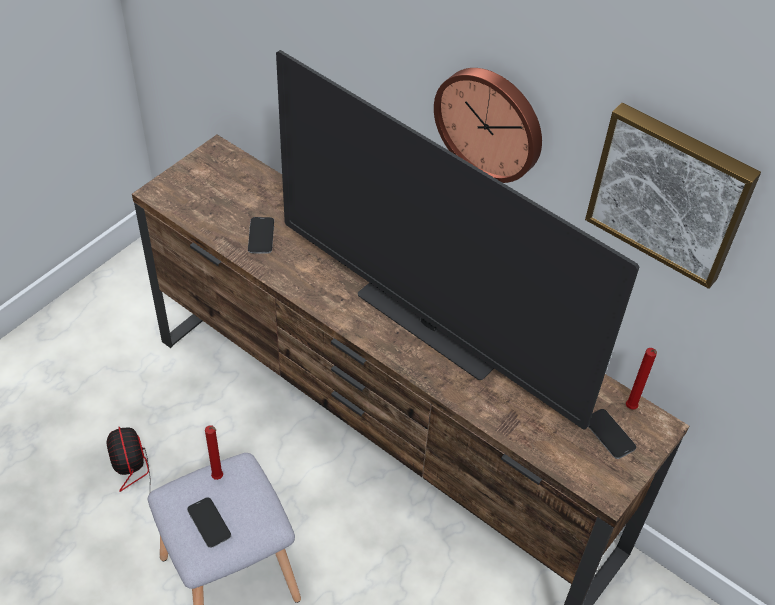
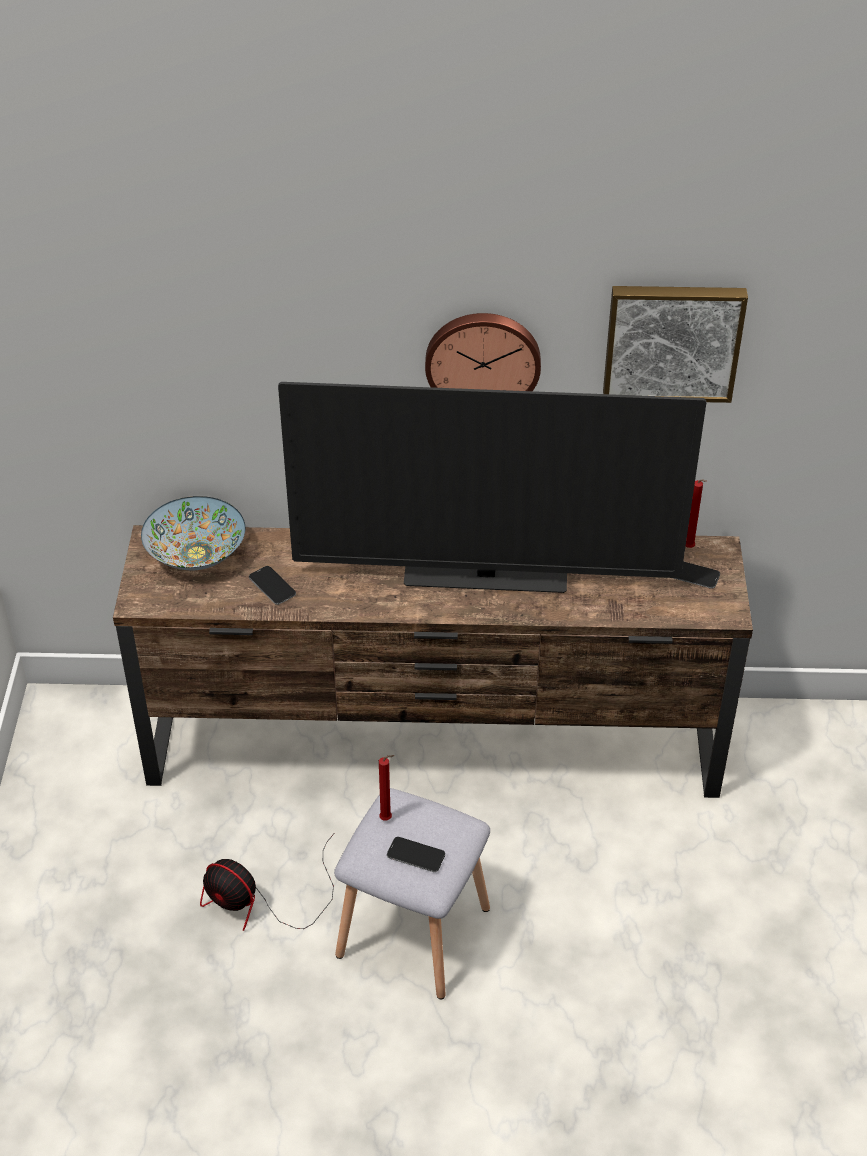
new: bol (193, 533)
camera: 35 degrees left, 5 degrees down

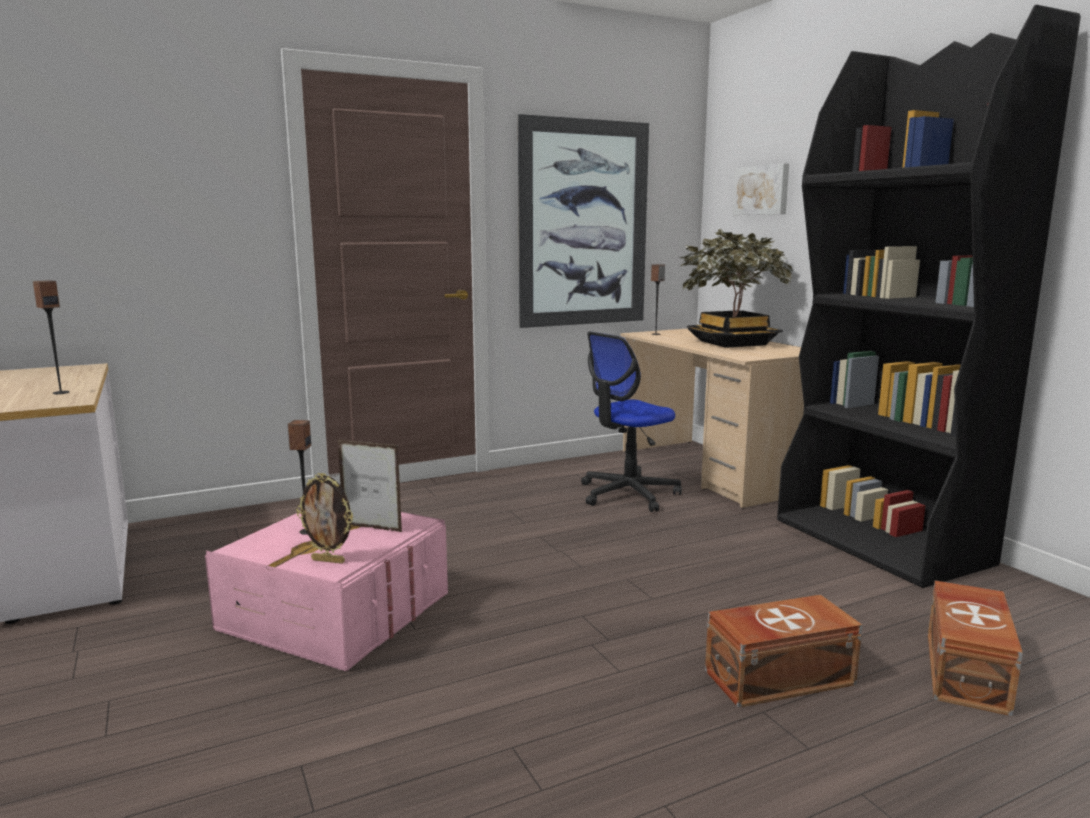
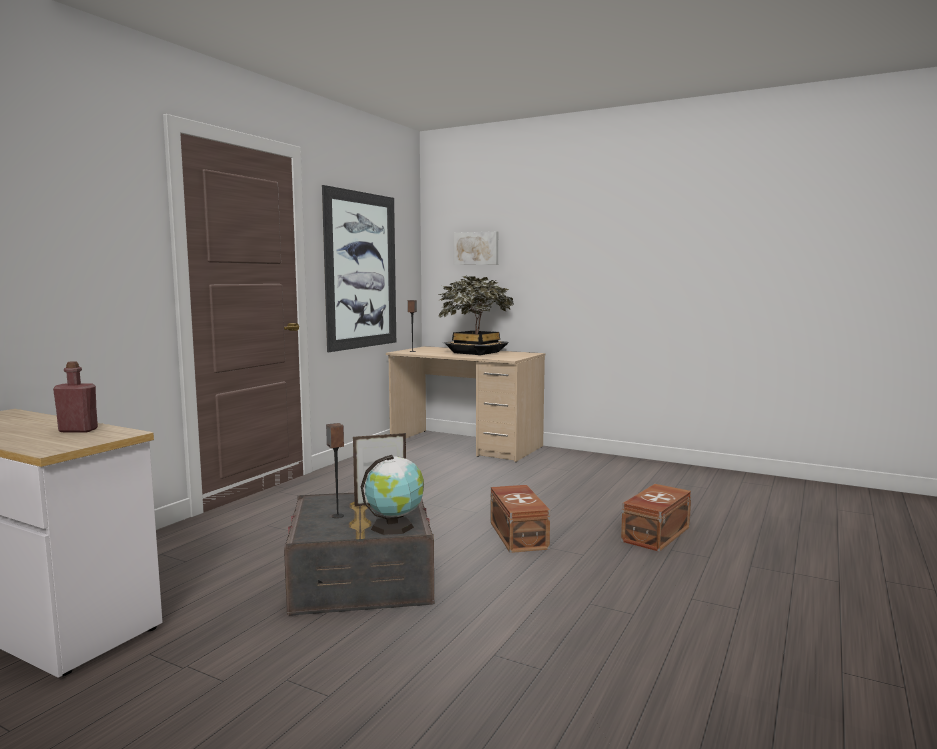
gone: bibliothèque [noir] (929, 296); chaise de bureau (631, 421)
shifted: boîte de rangement [marron] (975, 648) to (520, 519)
swapped: enceinte (51, 337) to bouteille [rouge] (75, 397); cadre photo (324, 518) to globe (392, 495)
repainted: boîte de rangement [rose] (326, 591) to boîte de rangement [gris] (359, 554)
camera: 35 degrees left, 5 degrees down

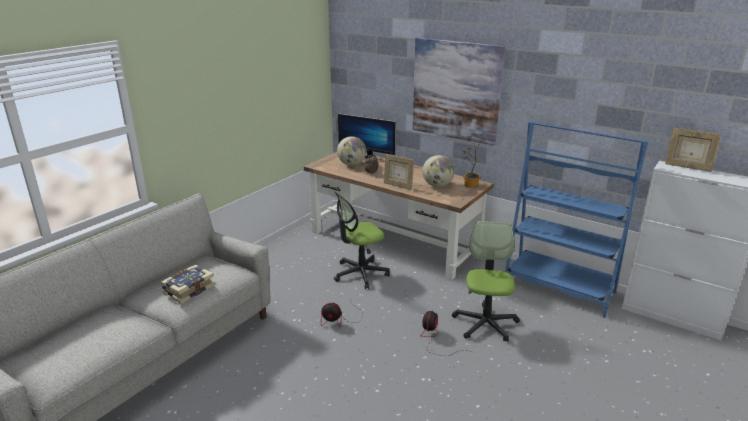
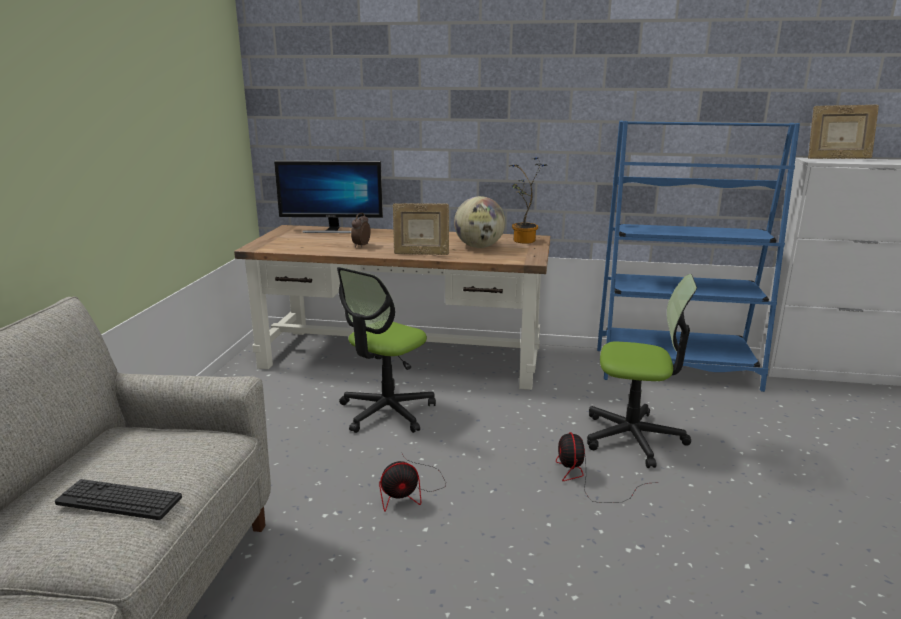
gone: tableau (459, 92); globe (351, 151)
swapped: livre (188, 284) to clavier (118, 499)
rotated: chaise de bureau (486, 281) = (642, 371) 120 degrees clockwise
camera: 25 degrees left, 5 degrees down

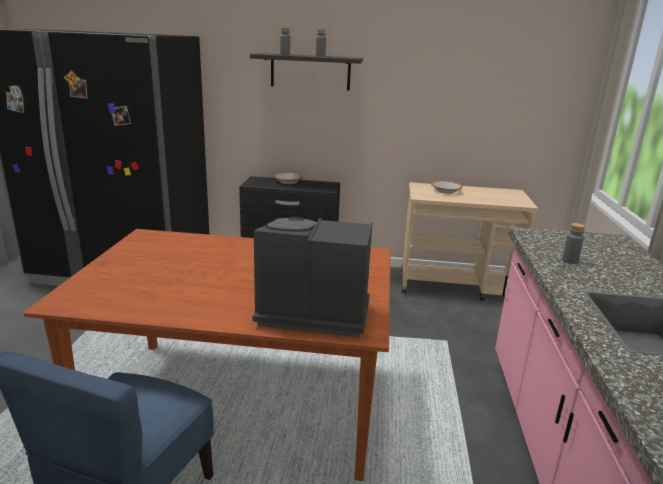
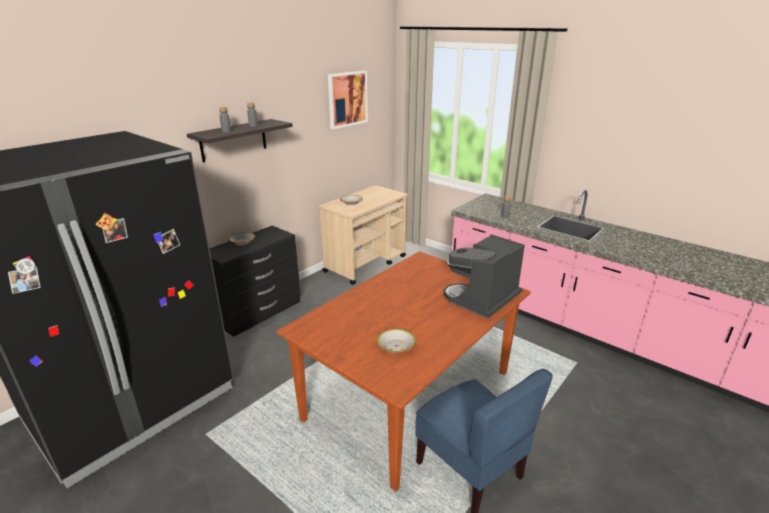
new: tableau (348, 99); bol (396, 341)
camera: 55 degrees left, 5 degrees up

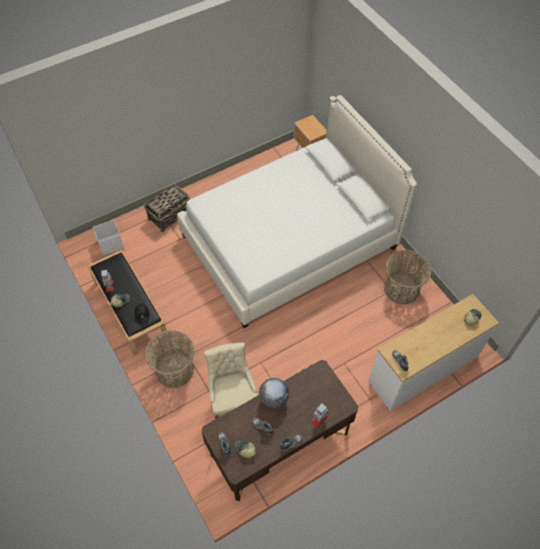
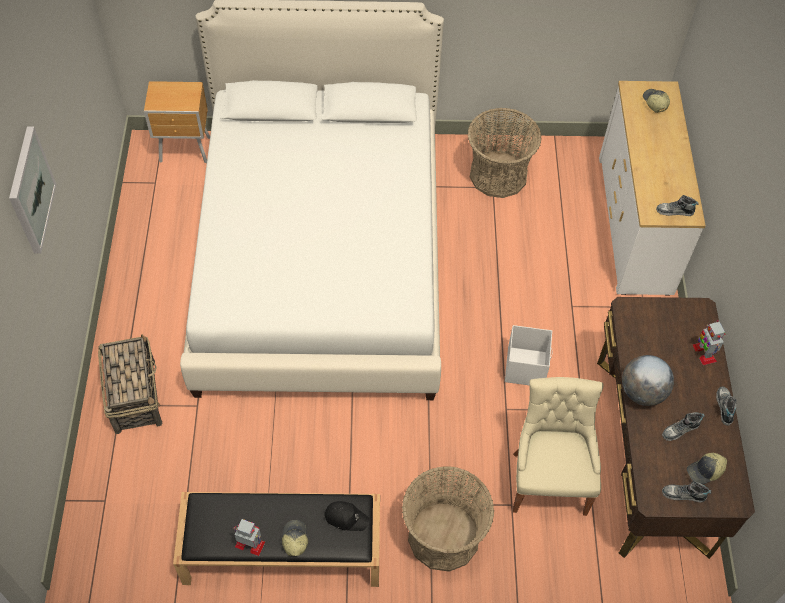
new: tableau (32, 190)
shifted: boîte de rangement [blanc] (108, 237) to (529, 355)
rotated: chaise [beige] (230, 380) = (558, 446) 75 degrees clockwise
camera: 60 degrees left, 0 degrees up

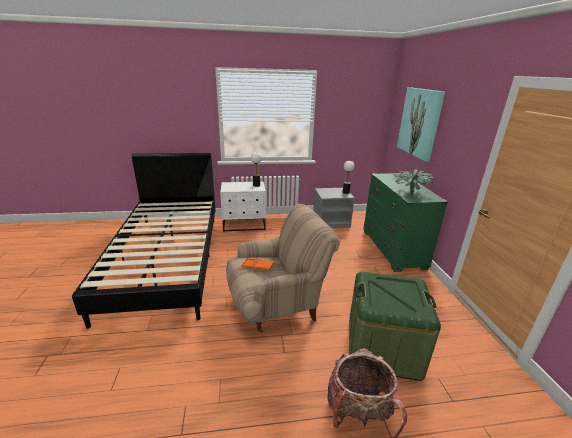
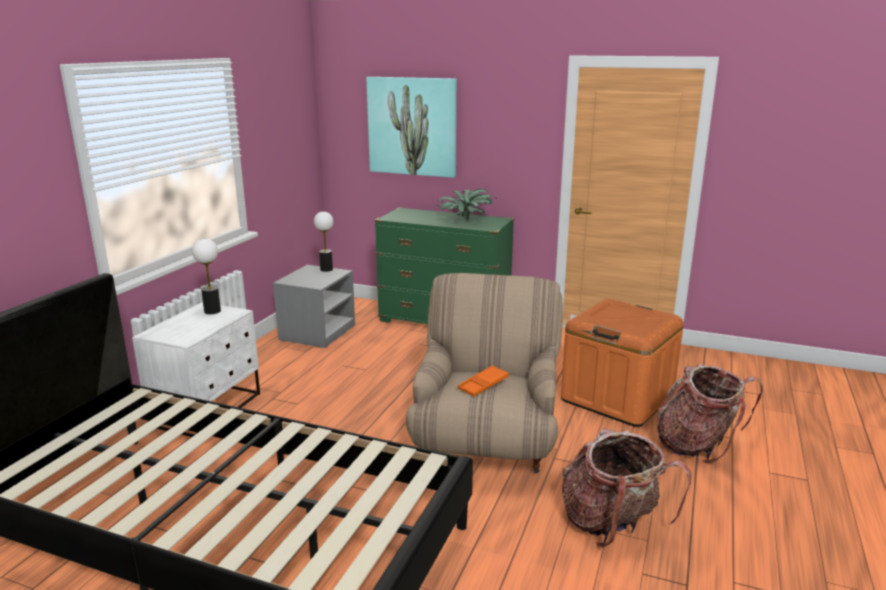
new: sac à dos (626, 488)
repainted: boîte de rangement [vert] (395, 326) to boîte de rangement [orange] (622, 363)
camera: 60 degrees left, 5 degrees down

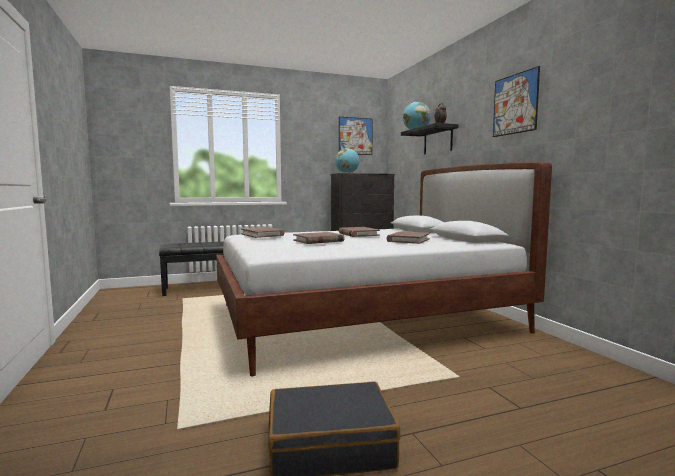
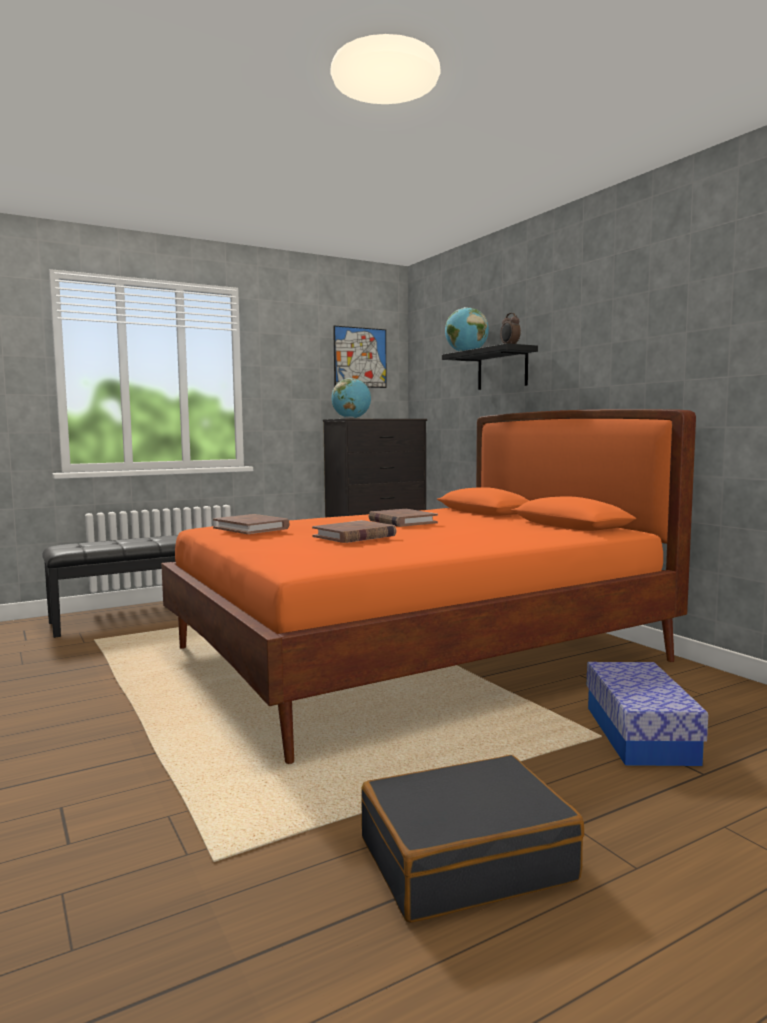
gone: tableau (516, 101); livre [marron] (408, 238)
new: boîte de rangement (647, 714)
repainted: lit [blanc] (384, 269) to lit [orange] (428, 586)
camera: 10 degrees left, 0 degrees up

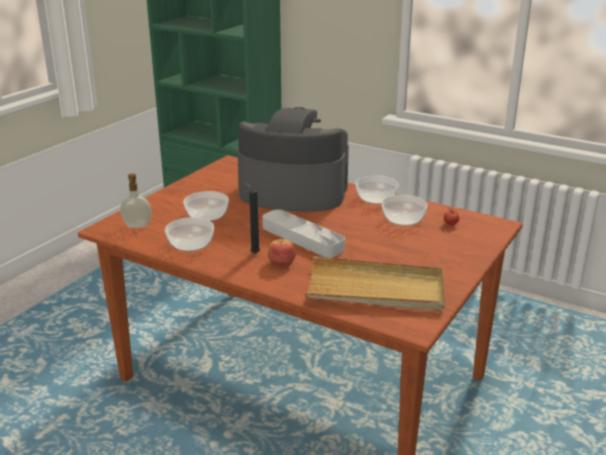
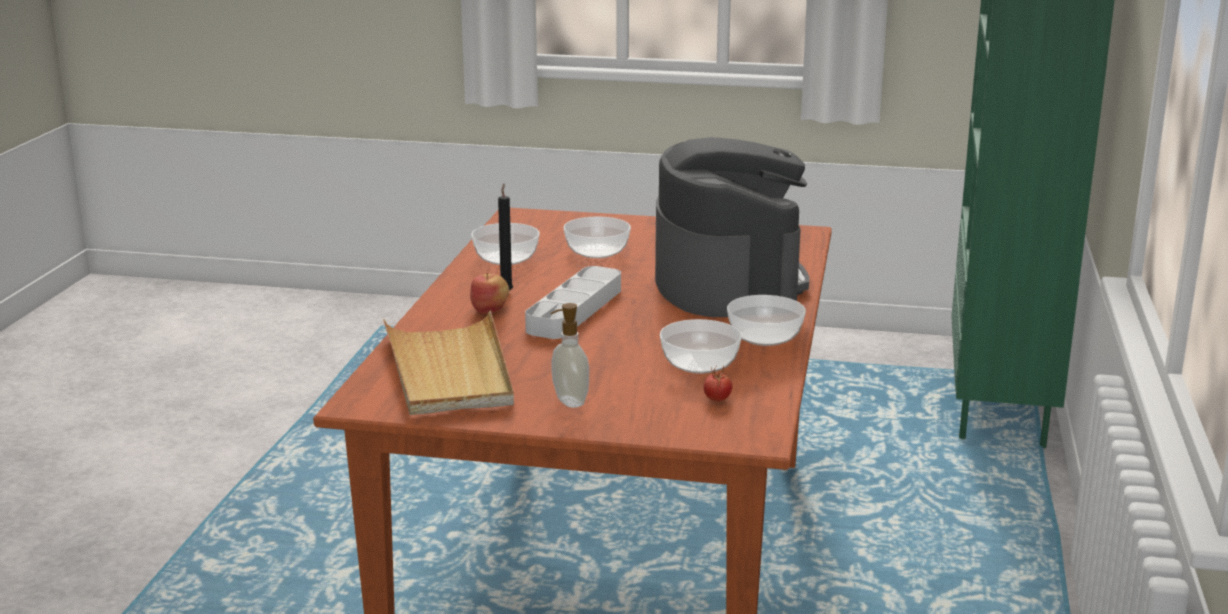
shifted: distributeur de savon (136, 201) to (570, 355)
camera: 70 degrees right, 5 degrees down

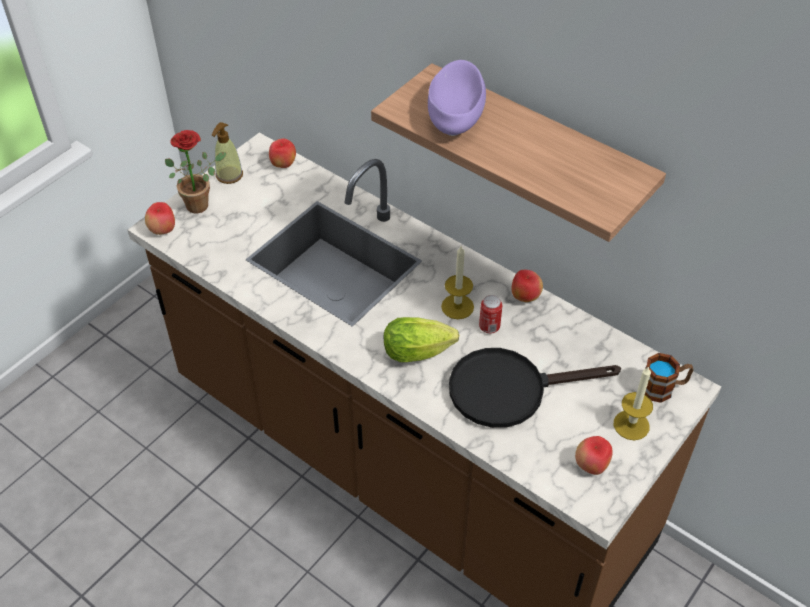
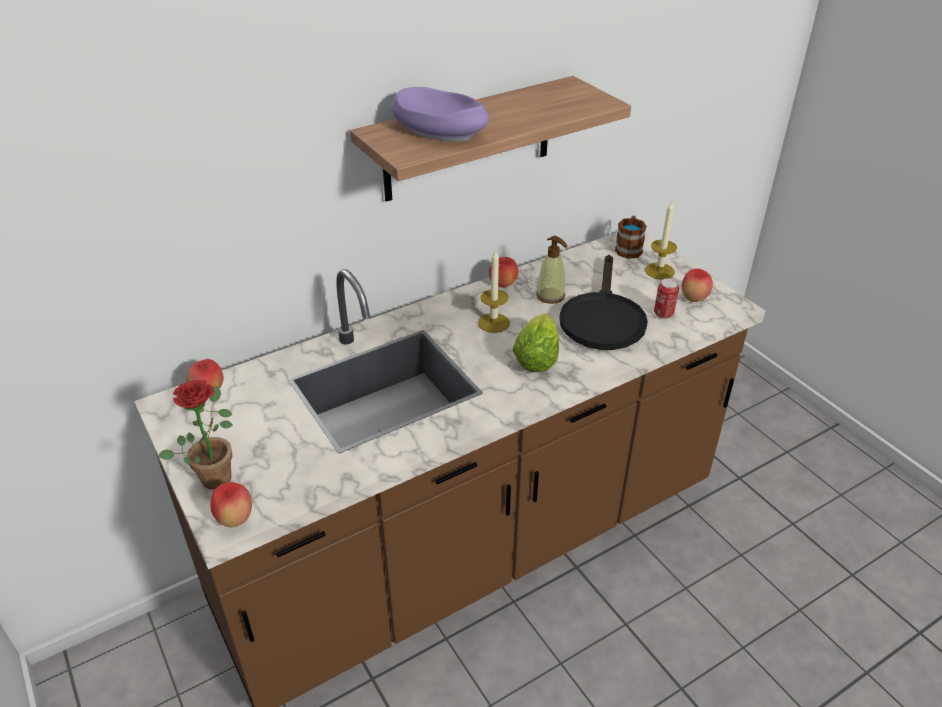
shifted: distributeur de savon (227, 153) to (552, 270); boîte métallique (490, 314) to (666, 298)
camera: 70 degrees left, 10 degrees down

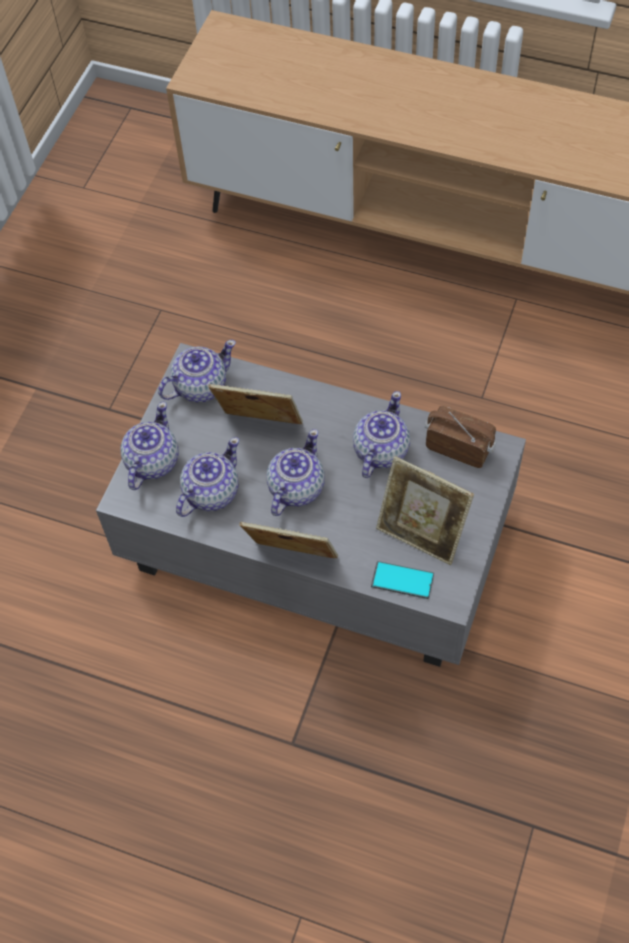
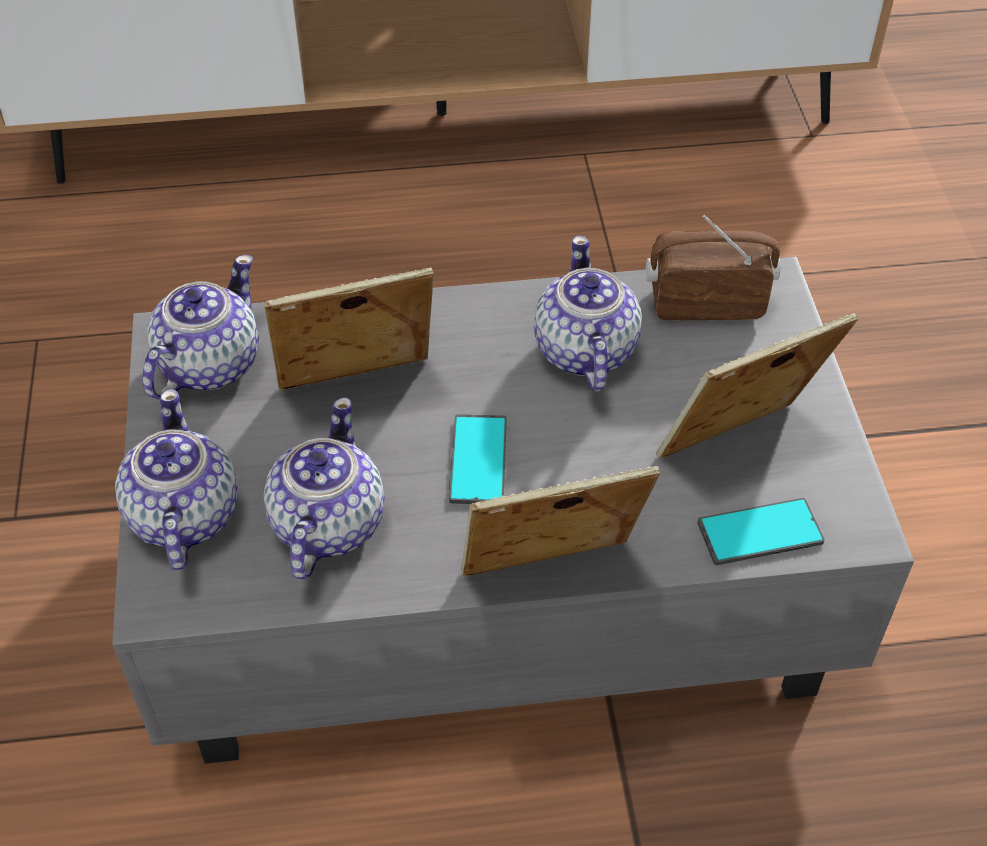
swapped: théière (295, 472) to téléphone (478, 459)
rotated: cadre photo (425, 510) = (757, 386) 150 degrees clockwise
camera: 30 degrees left, 10 degrees down

